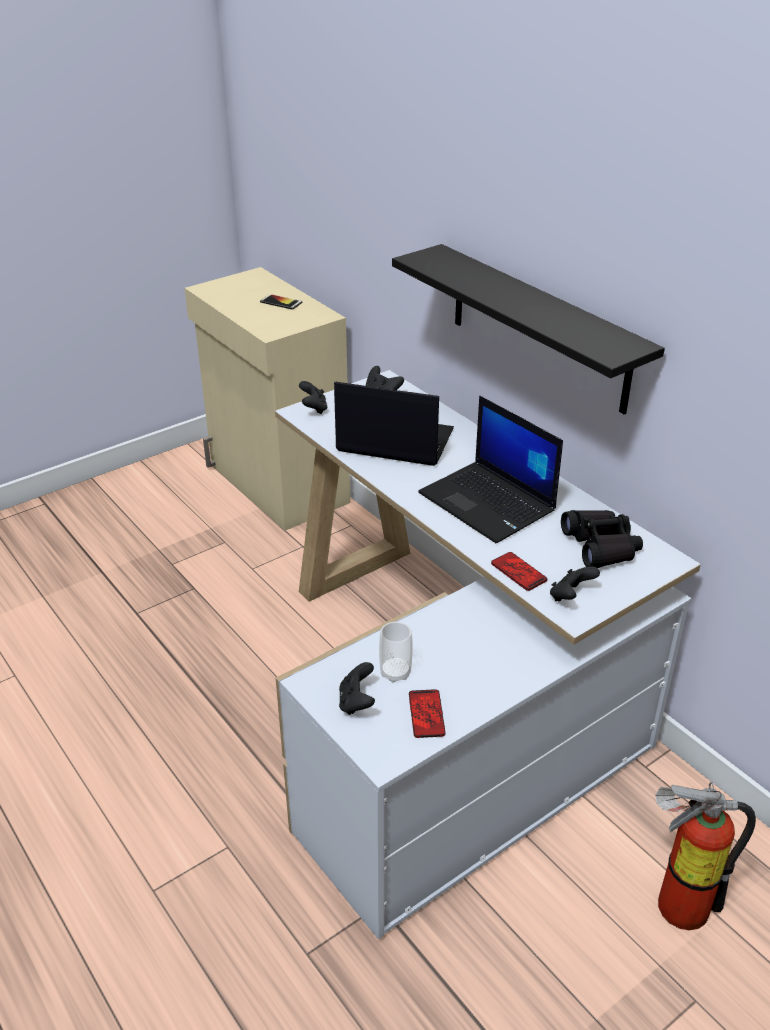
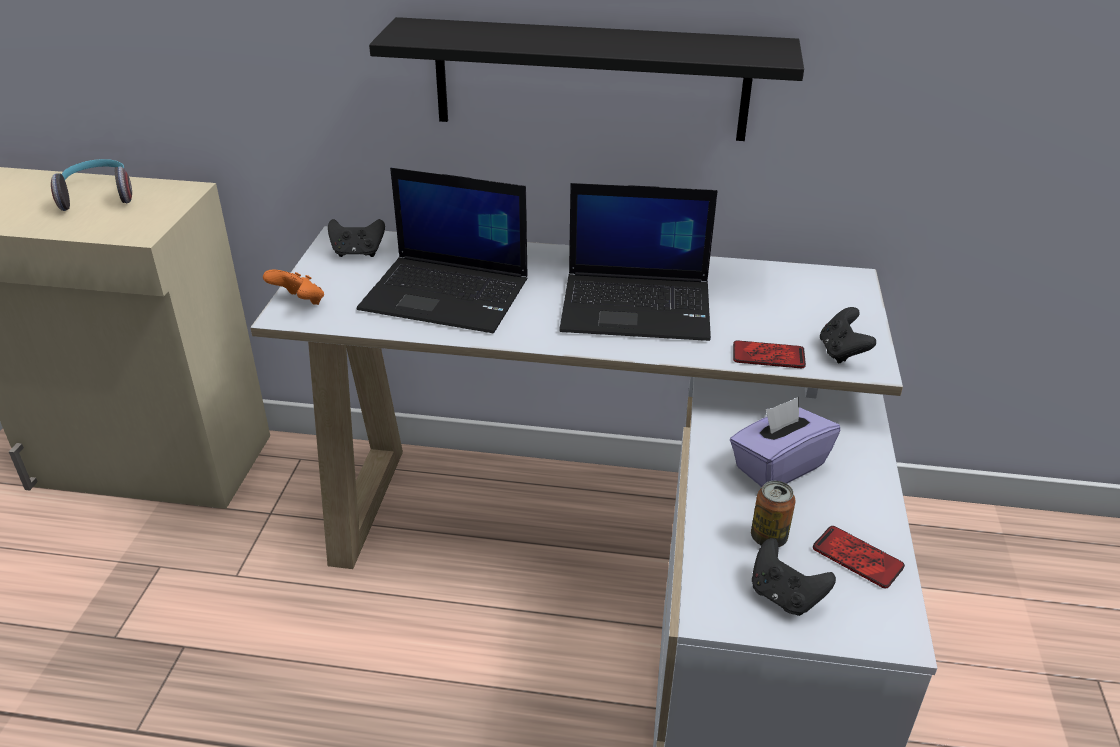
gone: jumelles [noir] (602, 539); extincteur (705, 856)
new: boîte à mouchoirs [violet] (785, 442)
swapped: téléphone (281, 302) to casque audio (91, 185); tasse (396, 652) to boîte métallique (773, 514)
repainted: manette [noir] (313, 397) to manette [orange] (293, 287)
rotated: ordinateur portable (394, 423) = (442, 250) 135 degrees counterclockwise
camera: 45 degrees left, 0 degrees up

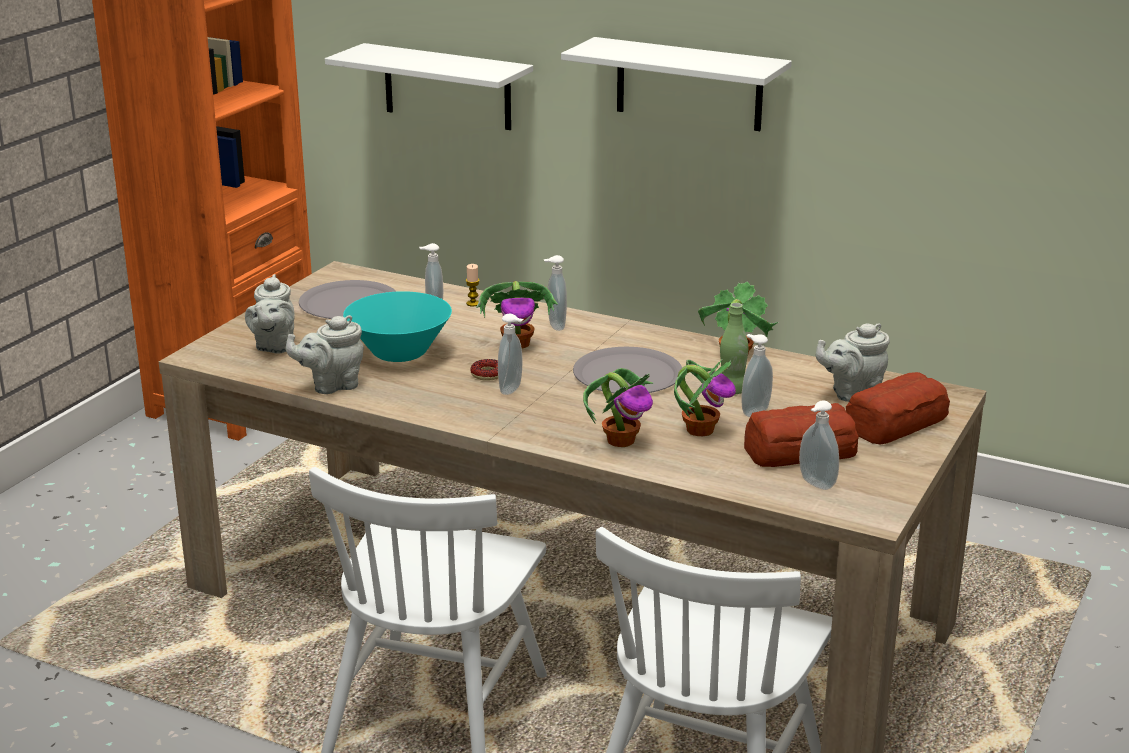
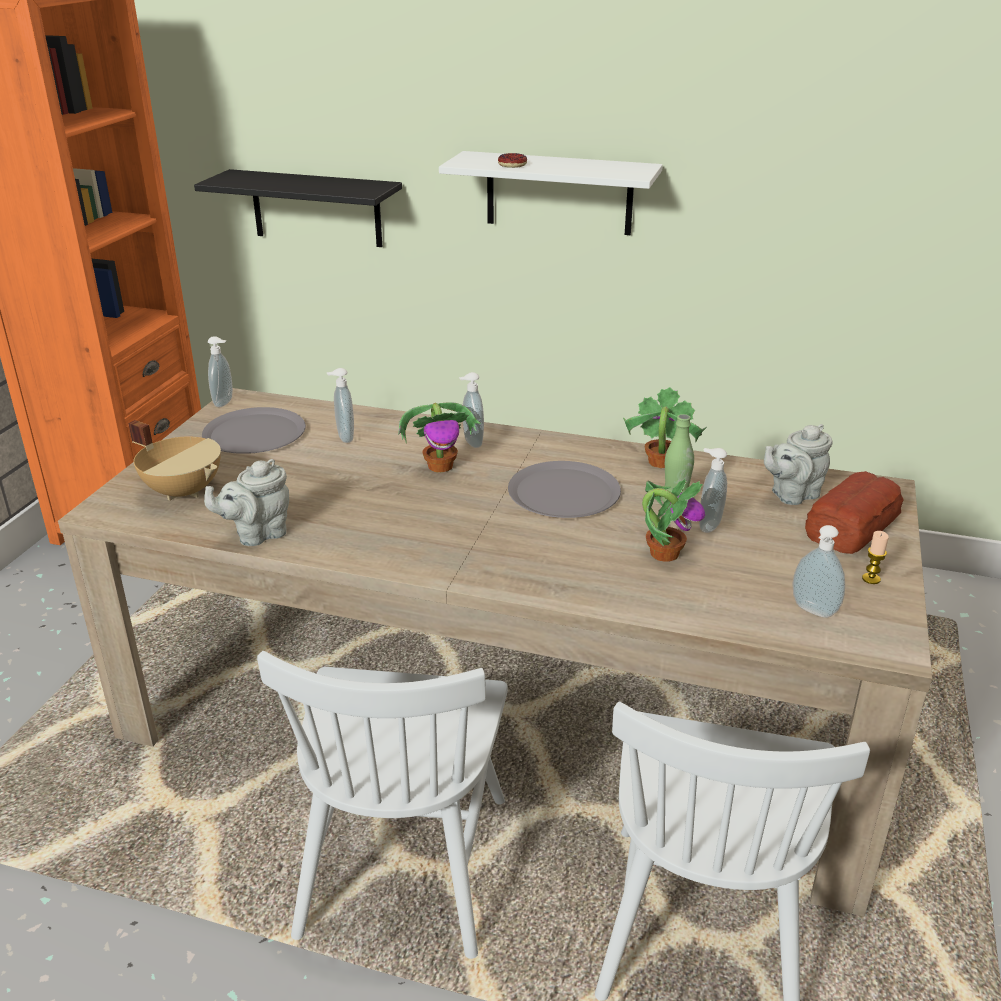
gone: bol [turquoise] (397, 326); plante en pot (618, 407); pain (801, 435)
shifted: bougie (473, 285) to (875, 557); distributeur de savon (510, 354) to (220, 371); beignet (484, 370) to (512, 160)
swapped: théière [gris] (270, 314) to marmite [beige] (174, 460)
repainted: étagère [blanc] (429, 86) to étagère [noir] (298, 208)
camera: 10 degrees left, 5 degrees up

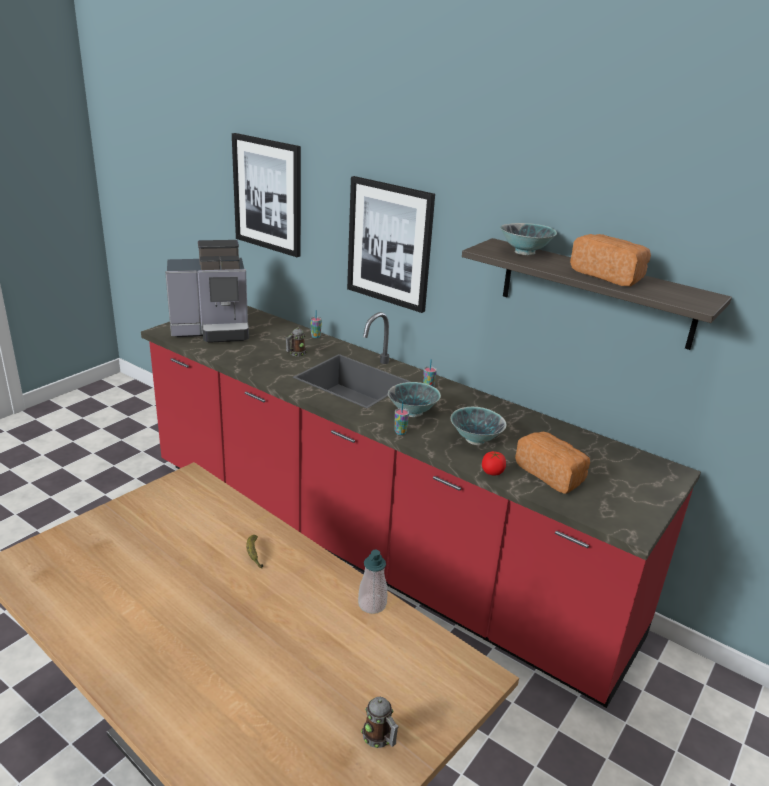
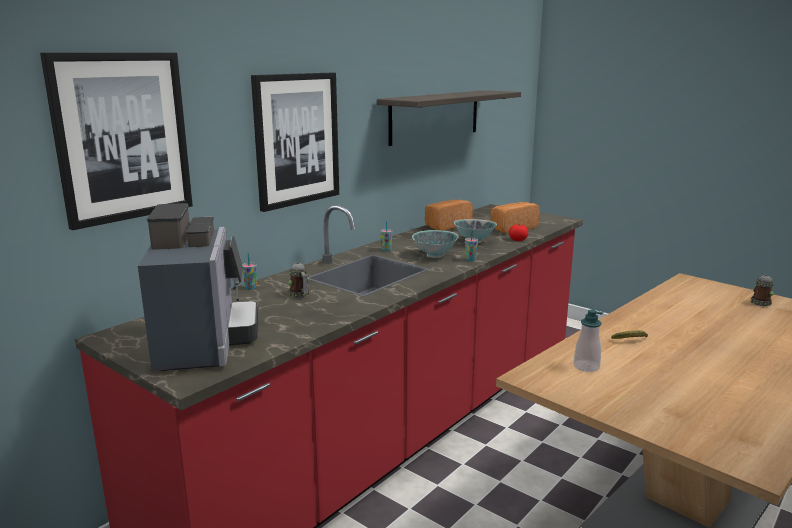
gone: bol (528, 239)
shifted: pain (610, 260) to (449, 215); distributeur de savon (372, 582) to (588, 340)
camera: 85 degrees left, 10 degrees down

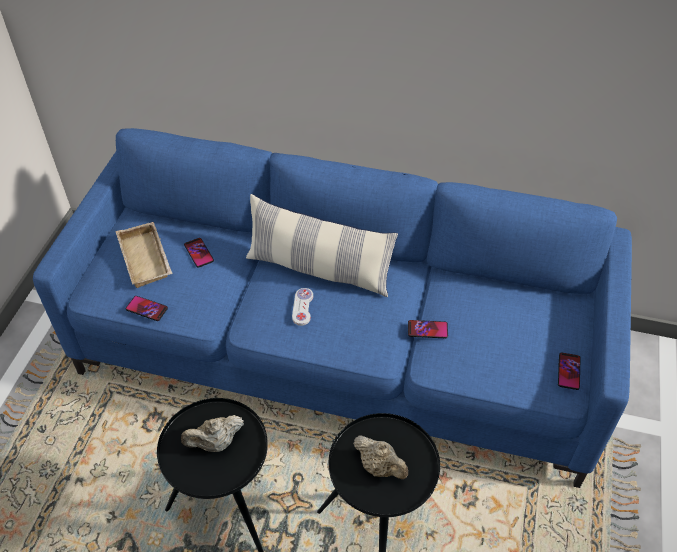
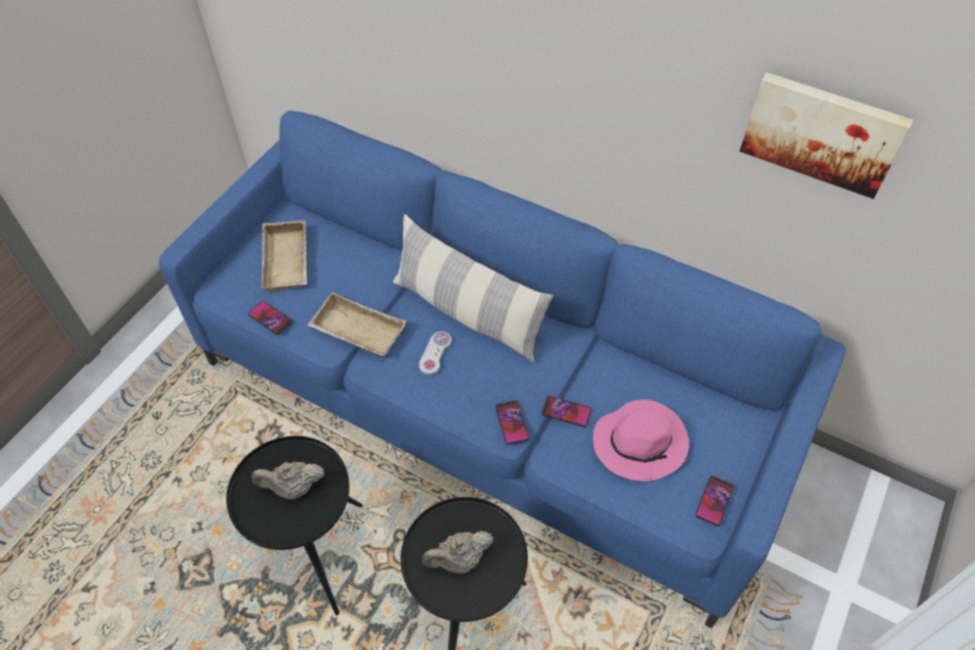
new: tableau (826, 135); plateau [beige] (357, 324); chapeau [rose] (641, 440)
shifted: téléphone (199, 253) to (512, 422)
rotated: théière [beige] (380, 457) = (457, 552) 105 degrees clockwise
camera: 15 degrees right, 5 degrees up

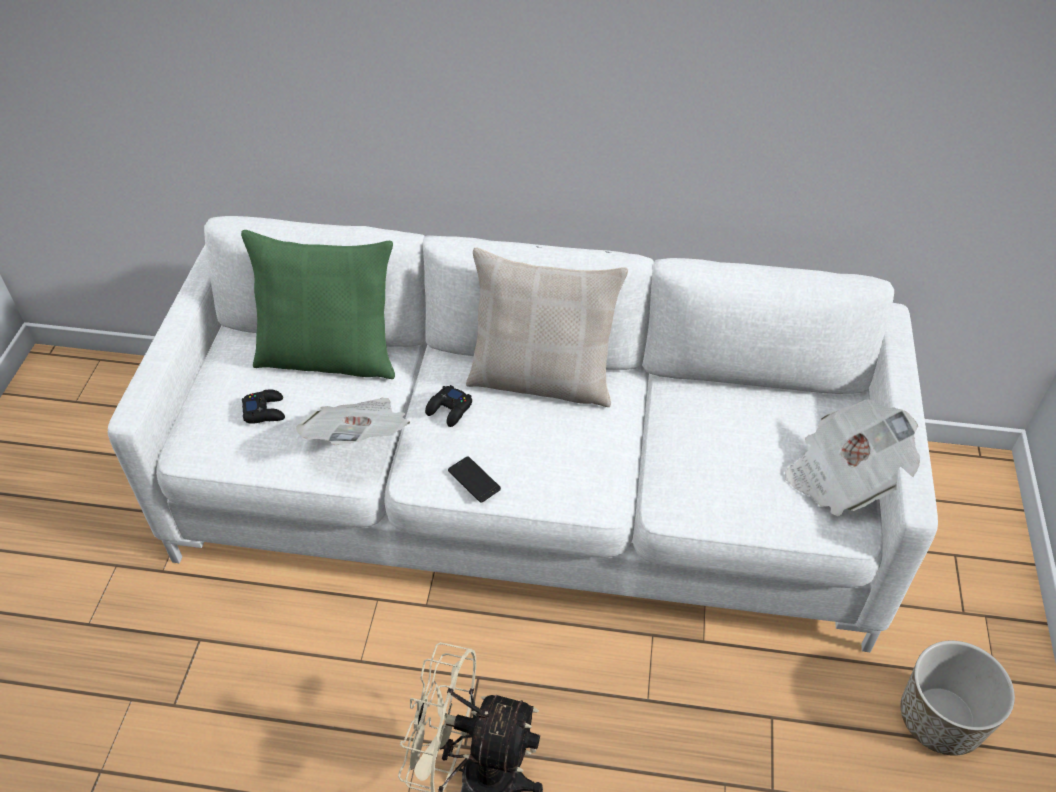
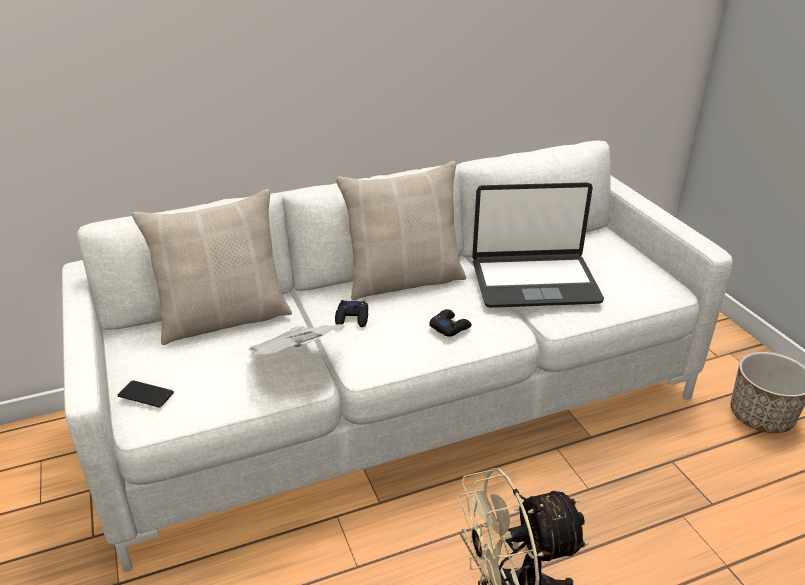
gone: journal (852, 457)
new: ordinateur portable (538, 245)
shifted: manette [noir] (263, 406) to (450, 323); téléphone (474, 479) to (146, 393)
repainted: coussin [vert] (318, 304) to coussin [beige] (212, 267)
camera: 30 degrees left, 15 degrees down

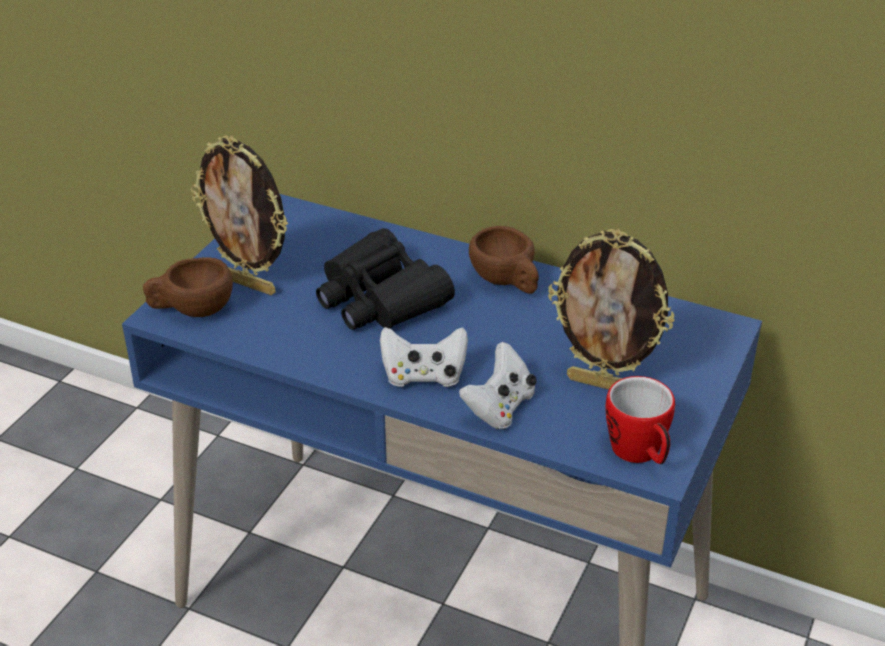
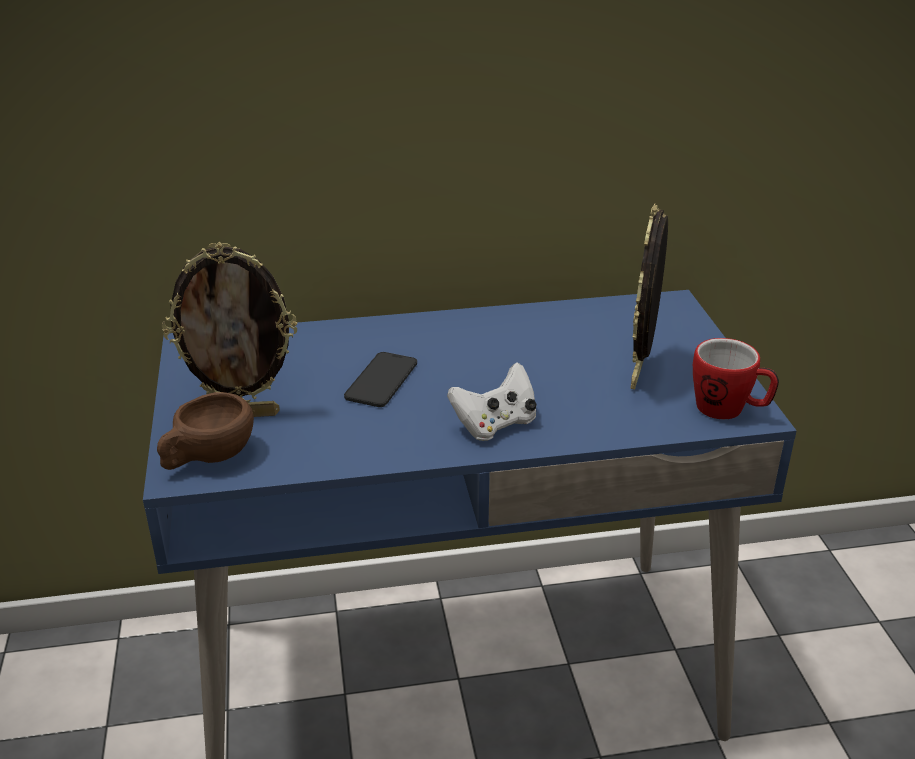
gone: tasse [marron] (504, 260); manette [blanc] (498, 385)
swapped: jumelles [noir] (385, 279) to téléphone (380, 379)
rotated: cadre photo (611, 309) = (649, 296) 120 degrees clockwise
camera: 35 degrees left, 5 degrees down

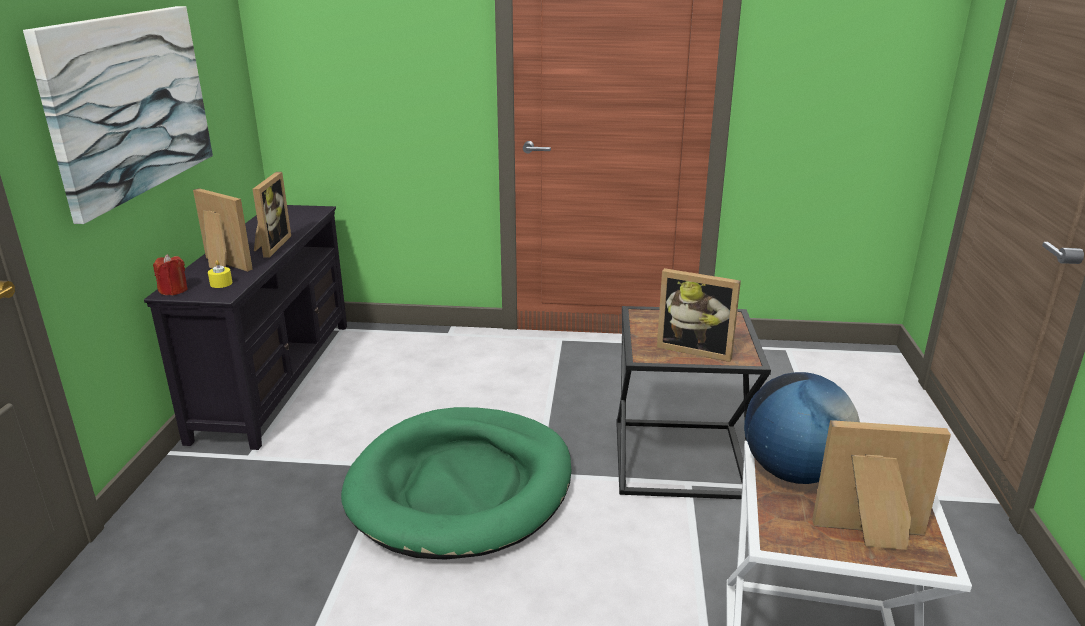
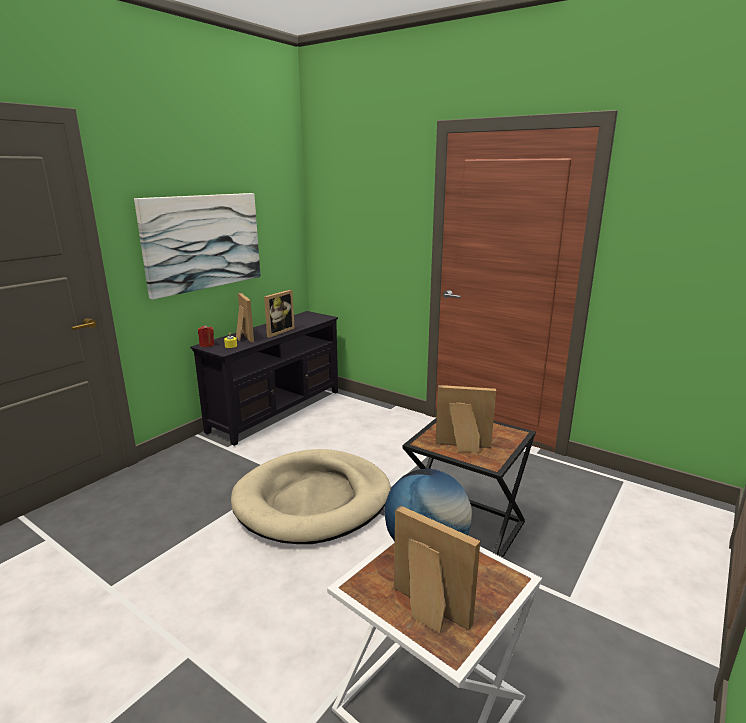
repainted: panier pour chien [vert] (456, 483) to panier pour chien [beige] (311, 496)
rotated: cadre photo (699, 315) = (465, 419) 135 degrees clockwise
camera: 30 degrees right, 5 degrees down

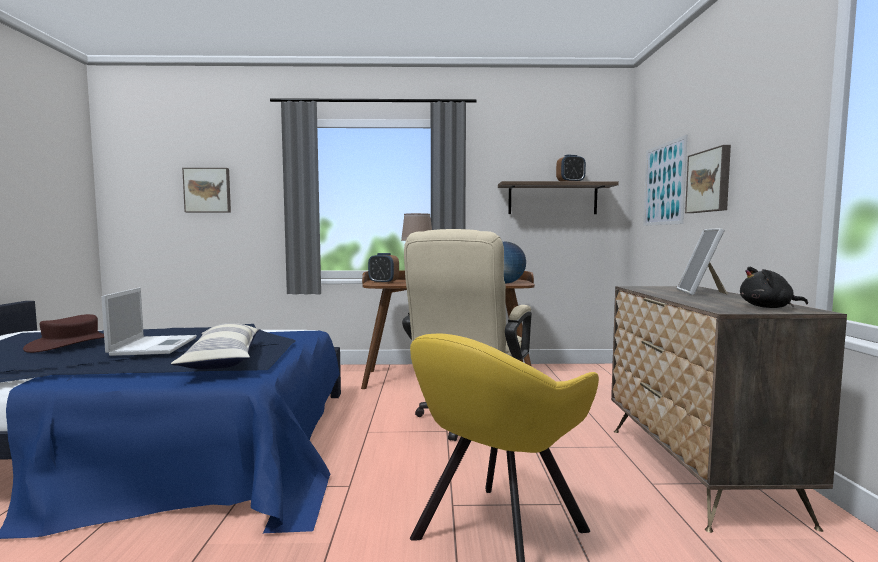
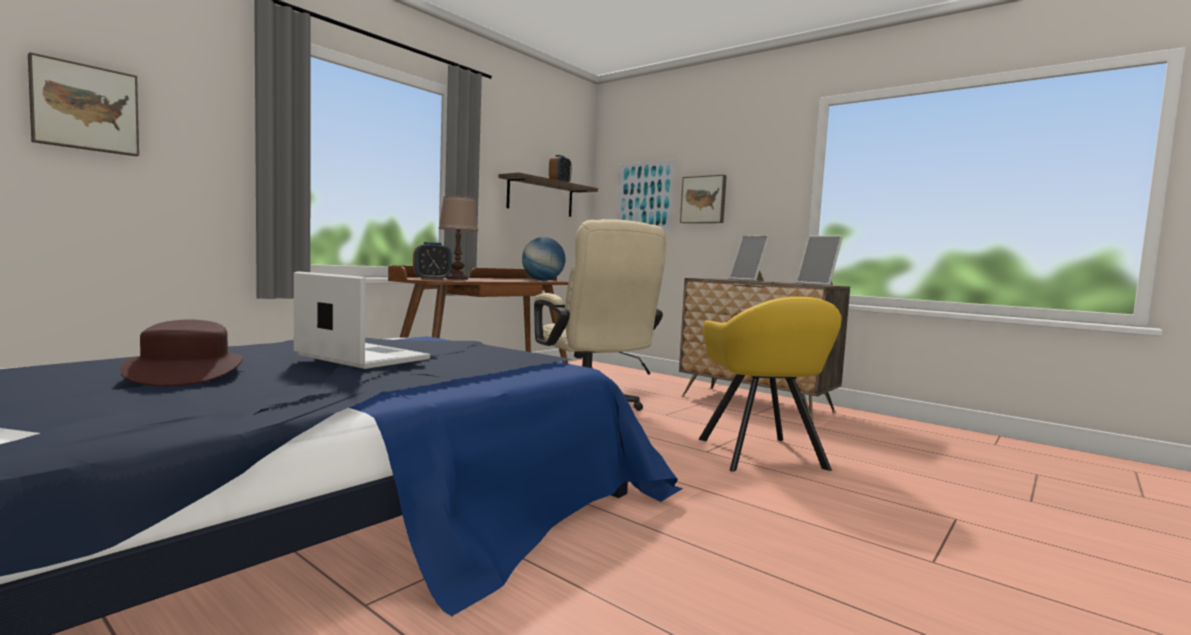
gone: coussin (215, 346)
swapped: peluche [noir] (774, 287) to cadre photo (819, 261)
camera: 50 degrees left, 0 degrees up

